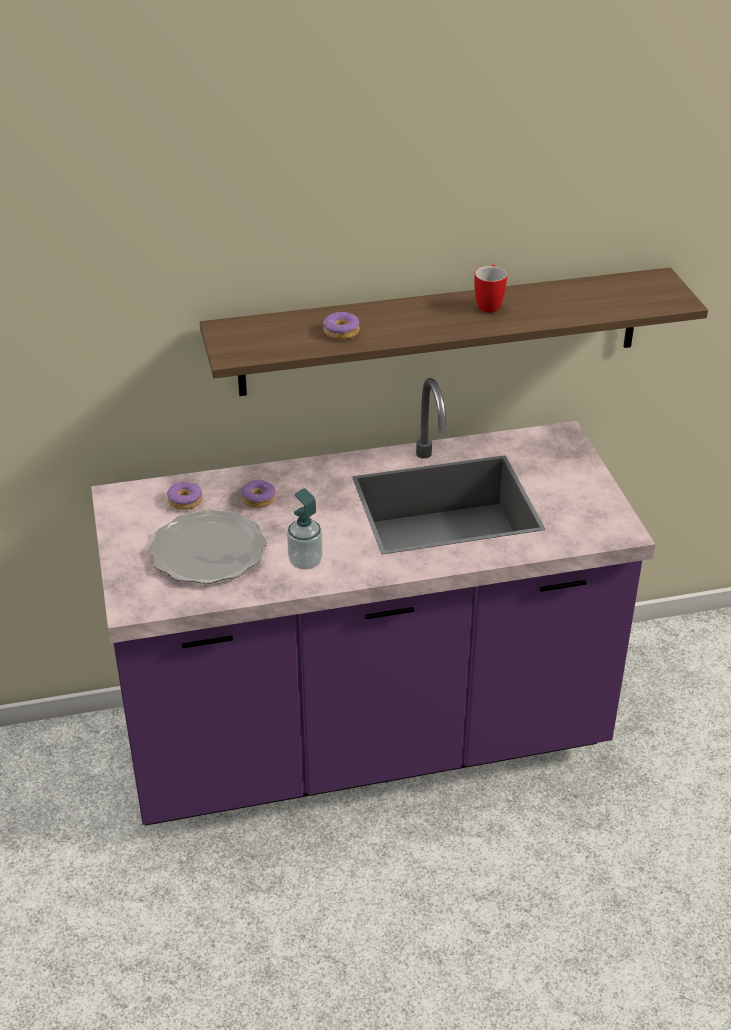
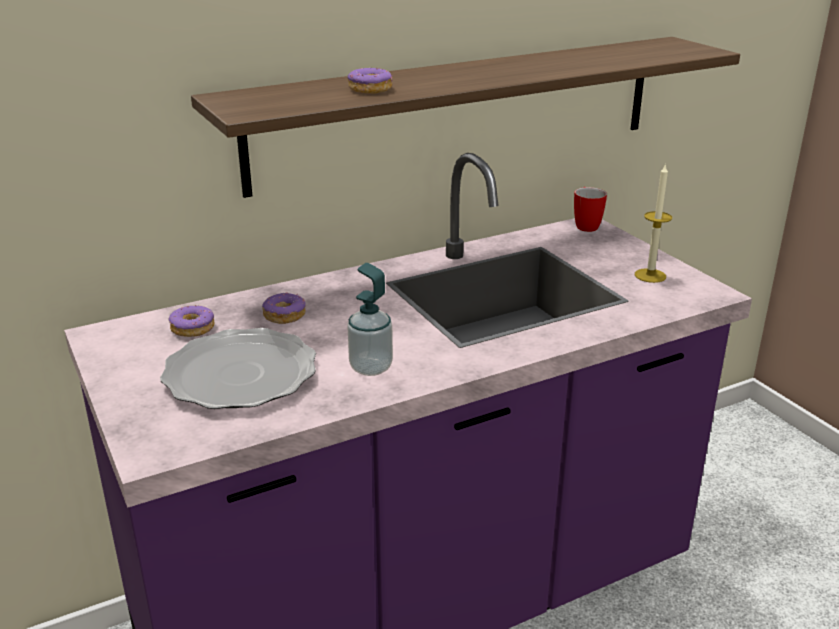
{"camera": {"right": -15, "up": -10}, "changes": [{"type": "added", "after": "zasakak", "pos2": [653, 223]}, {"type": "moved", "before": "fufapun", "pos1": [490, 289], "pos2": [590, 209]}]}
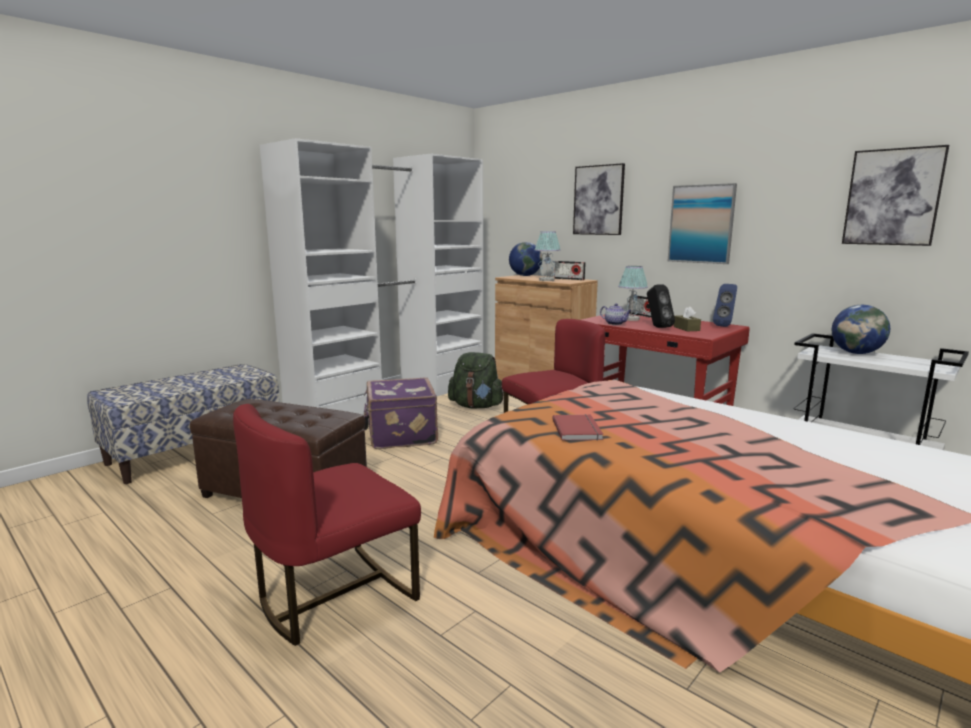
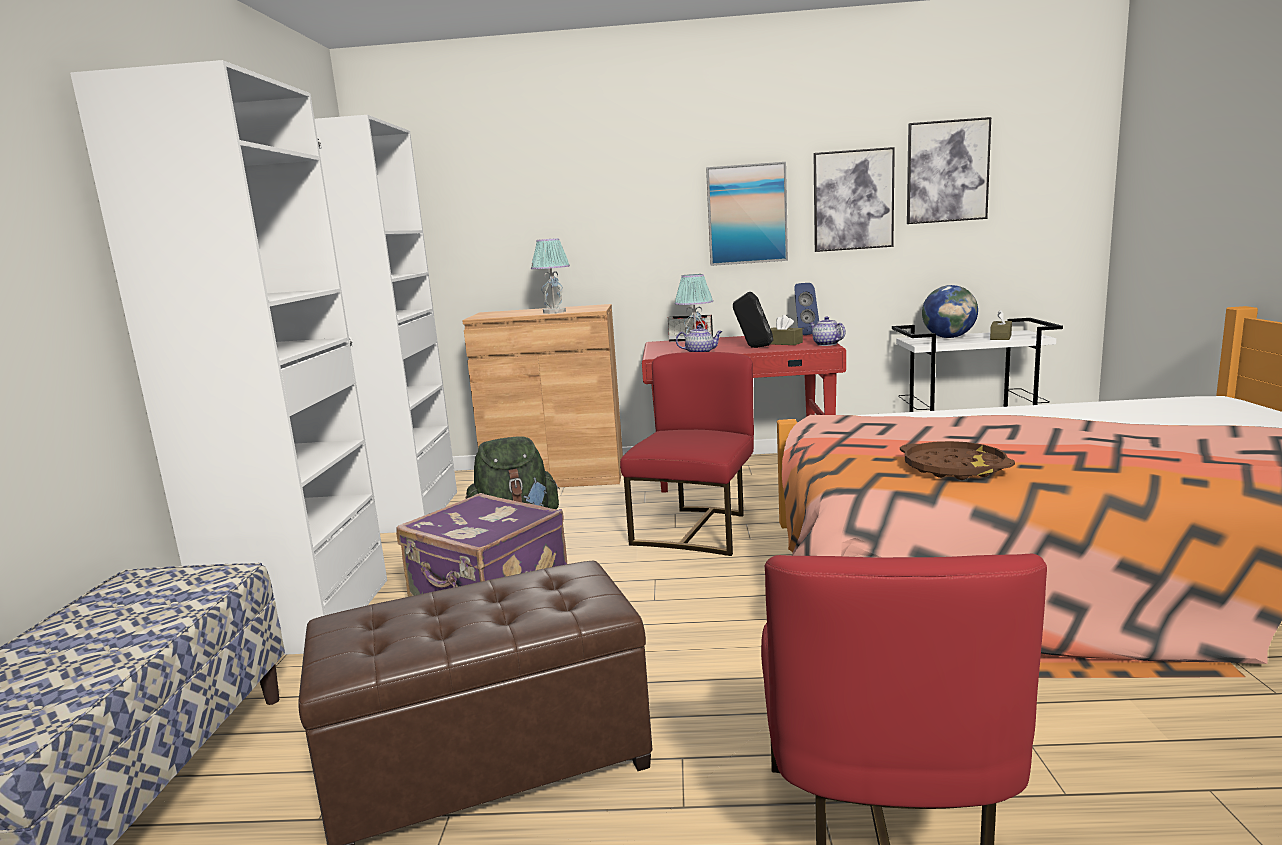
{"camera": {"right": -40, "up": 0}, "changes": [{"type": "removed", "before": "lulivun", "pos1": [525, 259]}, {"type": "removed", "before": "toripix", "pos1": [569, 270]}, {"type": "added", "after": "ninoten", "pos2": [827, 331]}, {"type": "added", "after": "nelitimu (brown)", "pos2": [1001, 324]}, {"type": "moved", "before": "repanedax", "pos1": [599, 199], "pos2": [854, 199]}, {"type": "replaced", "before": "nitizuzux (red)", "after": "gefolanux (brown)", "pos1": [578, 427], "pos2": [957, 460]}]}
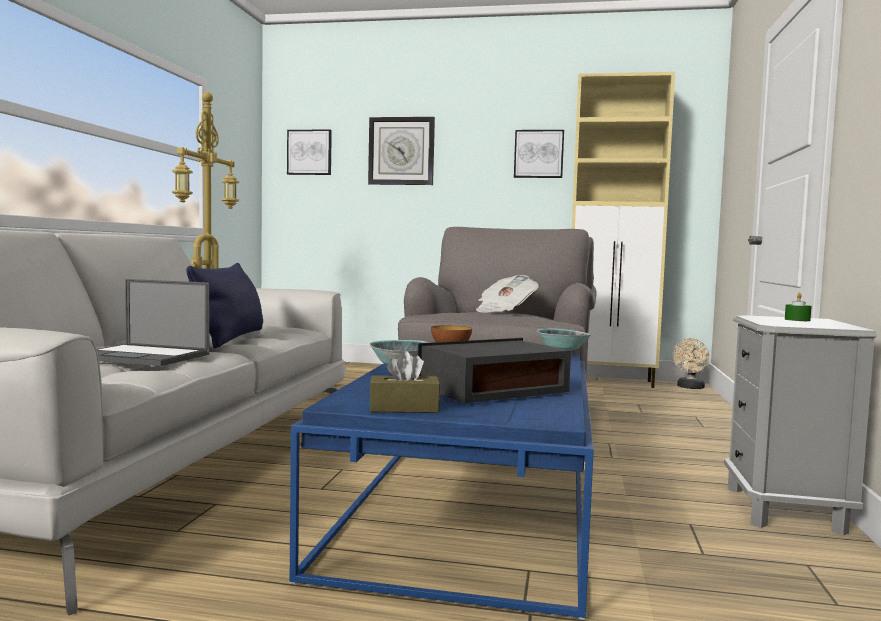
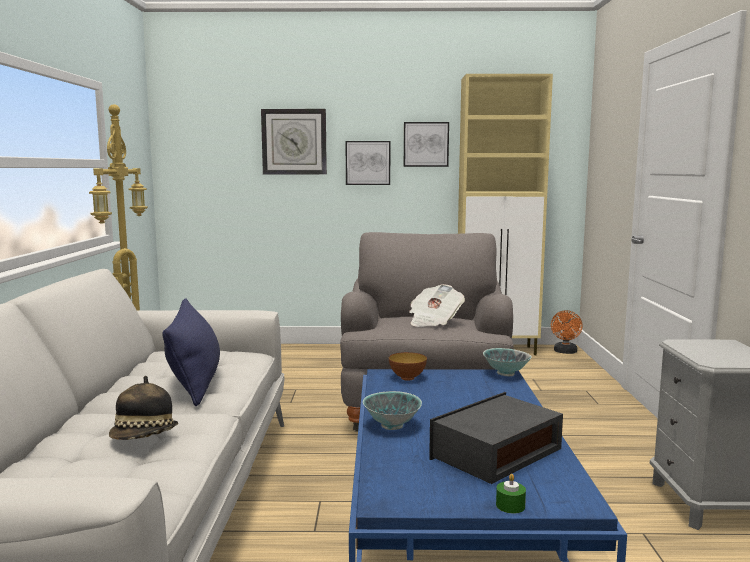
{"camera": {"right": -10, "up": 5}, "changes": [{"type": "removed", "before": "nelitimu (brown)", "pos1": [404, 382]}, {"type": "moved", "before": "repanedax", "pos1": [309, 152], "pos2": [368, 163]}, {"type": "moved", "before": "zasakak (green)", "pos1": [798, 306], "pos2": [511, 493]}, {"type": "replaced", "before": "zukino", "after": "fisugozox", "pos1": [153, 322], "pos2": [143, 408]}, {"type": "recoloured", "before": "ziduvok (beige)", "after": "ziduvok (orange)", "pos1": [691, 363], "pos2": [567, 332]}]}
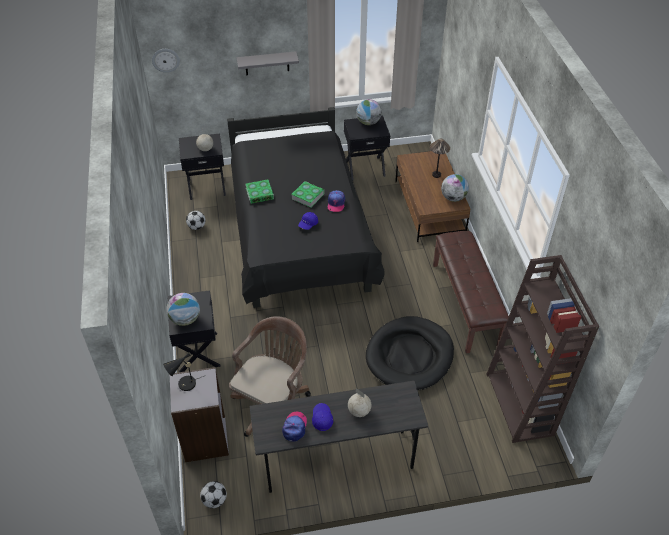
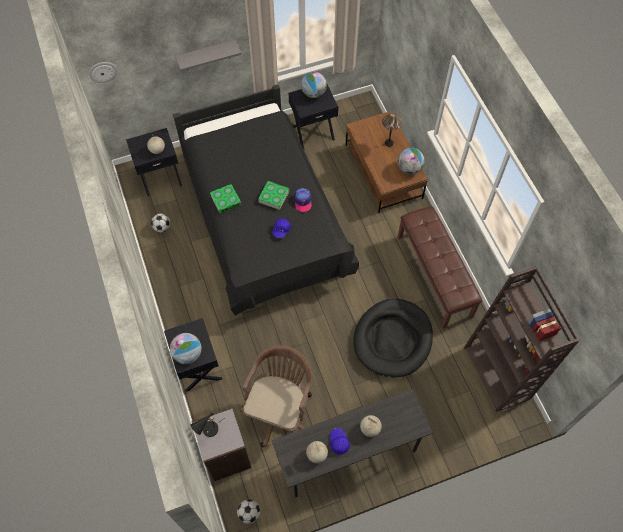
{"camera": {"right": -10, "up": 15}, "changes": [{"type": "replaced", "before": "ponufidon", "after": "lulivun", "pos1": [294, 427], "pos2": [317, 452]}]}
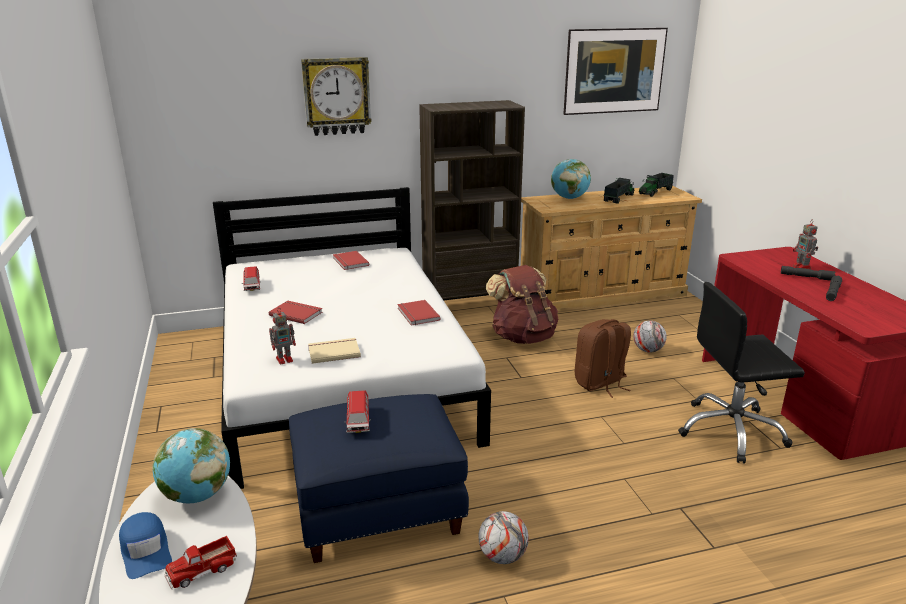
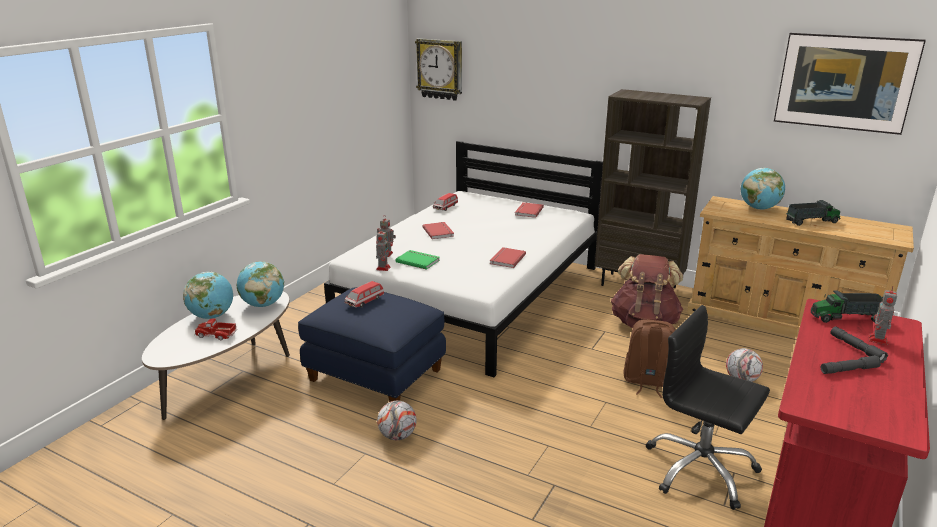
{"camera": {"right": 45, "up": 0}, "changes": [{"type": "added", "after": "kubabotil", "pos2": [383, 249]}, {"type": "moved", "before": "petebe", "pos1": [336, 96], "pos2": [438, 69]}, {"type": "moved", "before": "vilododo", "pos1": [656, 185], "pos2": [847, 306]}, {"type": "replaced", "before": "ponufidon (blue)", "after": "lulivun", "pos1": [145, 545], "pos2": [208, 295]}, {"type": "recoloured", "before": "nitizuzux (beige)", "after": "nitizuzux (green)", "pos1": [334, 351], "pos2": [418, 260]}]}
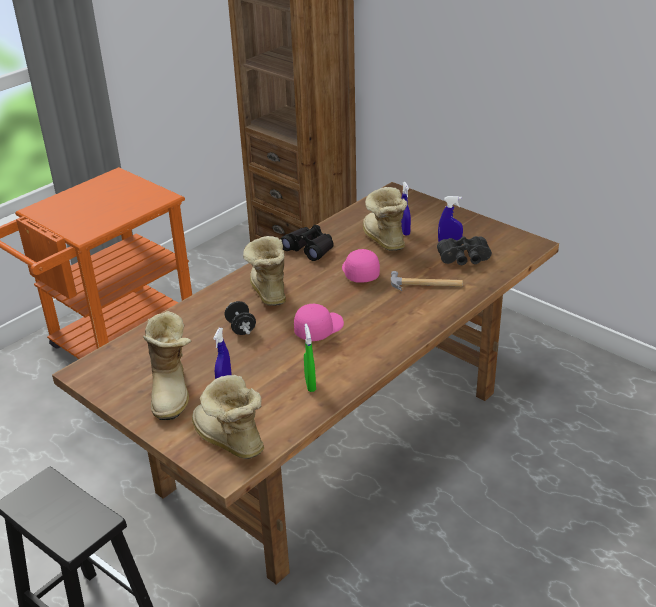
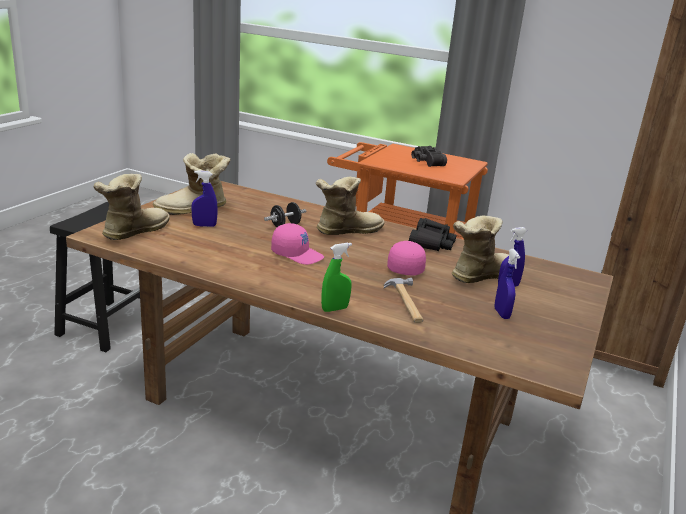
{"camera": {"right": 70, "up": -10}, "changes": [{"type": "moved", "before": "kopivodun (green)", "pos1": [310, 357], "pos2": [336, 277]}, {"type": "moved", "before": "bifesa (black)", "pos1": [464, 250], "pos2": [429, 156]}, {"type": "turned", "before": "ponufidon (pink)", "pos1": [361, 266], "pos2": [406, 258], "turn": -45}]}
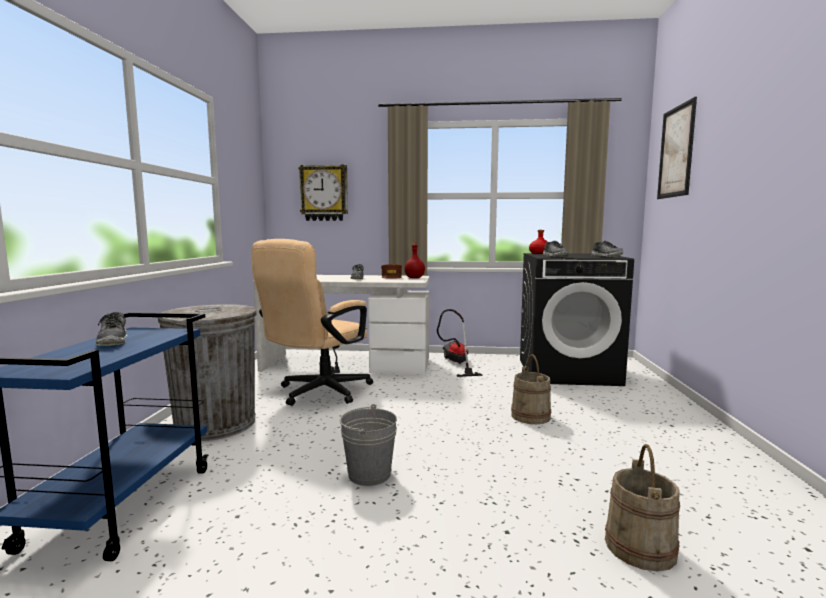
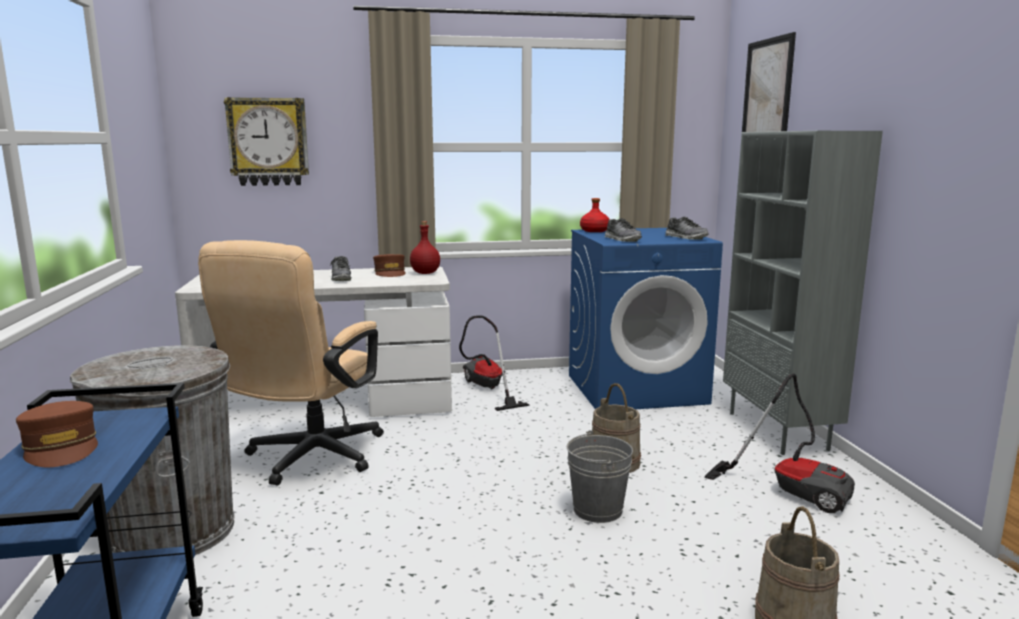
{"camera": {"right": -15, "up": 5}, "changes": [{"type": "added", "after": "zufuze", "pos2": [780, 443]}, {"type": "added", "after": "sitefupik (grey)", "pos2": [803, 293]}, {"type": "moved", "before": "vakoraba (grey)", "pos1": [368, 445], "pos2": [600, 476]}, {"type": "replaced", "before": "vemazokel", "after": "ponufidon (brown)", "pos1": [111, 329], "pos2": [57, 434]}, {"type": "recoloured", "before": "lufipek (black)", "after": "lufipek (blue)", "pos1": [577, 319], "pos2": [646, 318]}]}
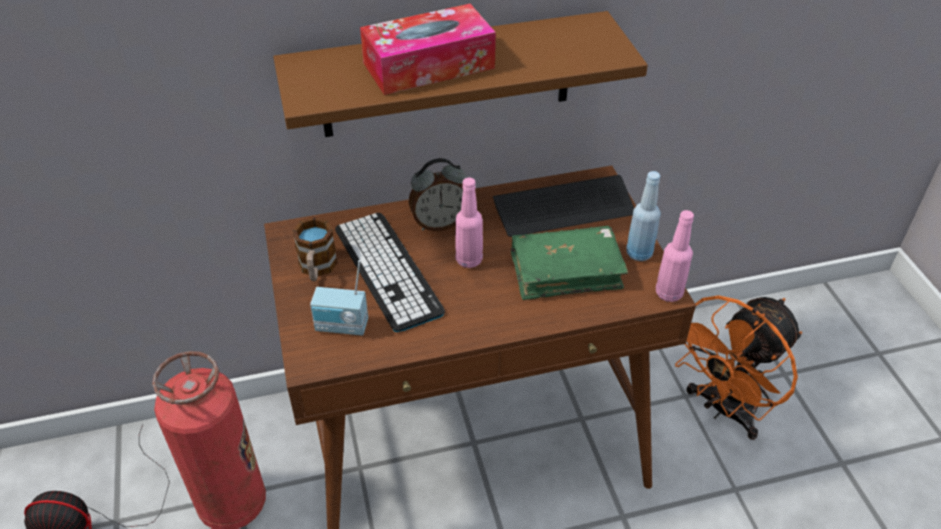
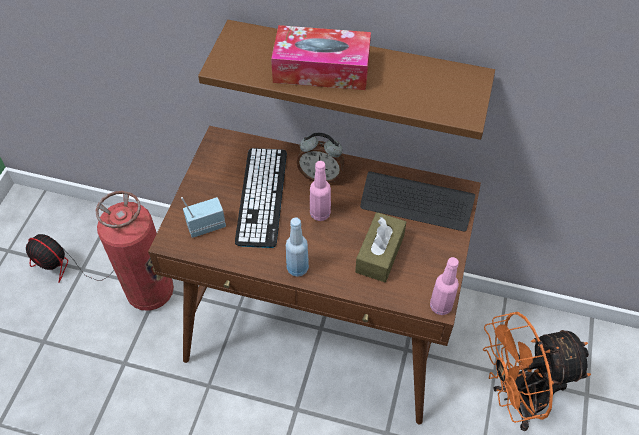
{"camera": {"right": 30, "up": 10}, "changes": [{"type": "removed", "before": "fufapun", "pos1": [315, 249]}, {"type": "moved", "before": "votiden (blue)", "pos1": [643, 216], "pos2": [297, 247]}, {"type": "replaced", "before": "nitizuzux (green)", "after": "nelitimu (brown)", "pos1": [569, 263], "pos2": [380, 247]}, {"type": "turned", "before": "toripix", "pos1": [339, 297], "pos2": [203, 217], "turn": 120}]}
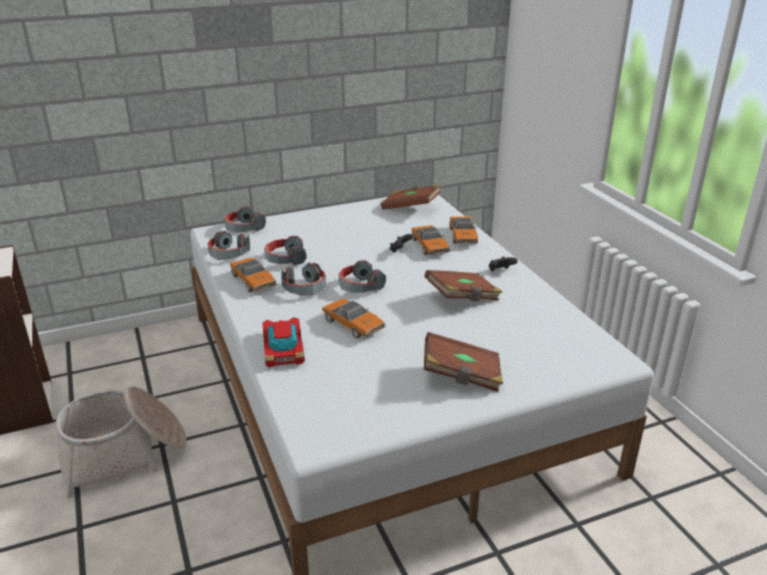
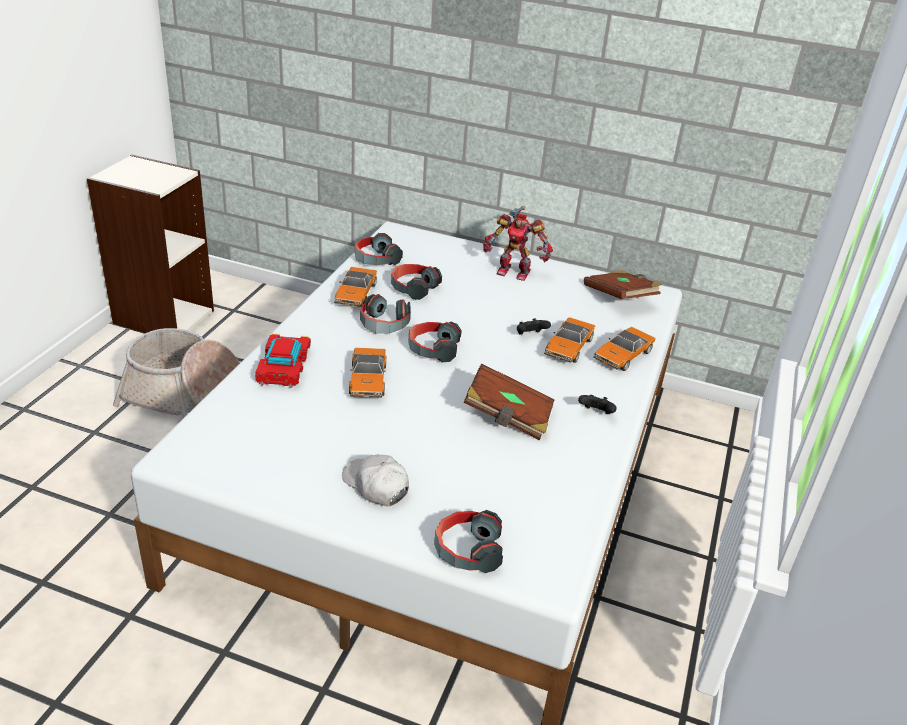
{"camera": {"right": 40, "up": 5}, "changes": [{"type": "added", "after": "kubabotil", "pos2": [518, 243]}, {"type": "moved", "before": "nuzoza", "pos1": [245, 219], "pos2": [468, 541]}, {"type": "replaced", "before": "nitizuzux (brown)", "after": "ponufidon (white)", "pos1": [463, 362], "pos2": [375, 480]}, {"type": "turned", "before": "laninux", "pos1": [283, 342], "pos2": [283, 360], "turn": 150}]}
